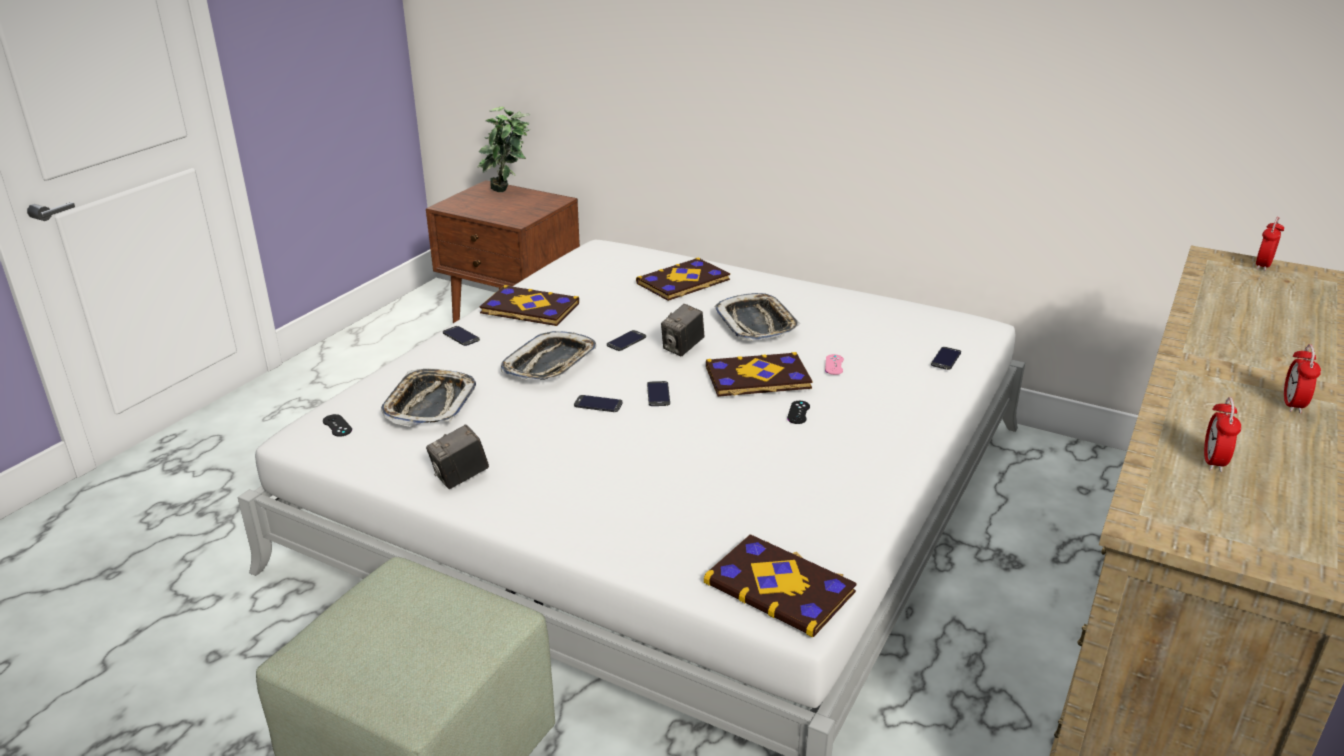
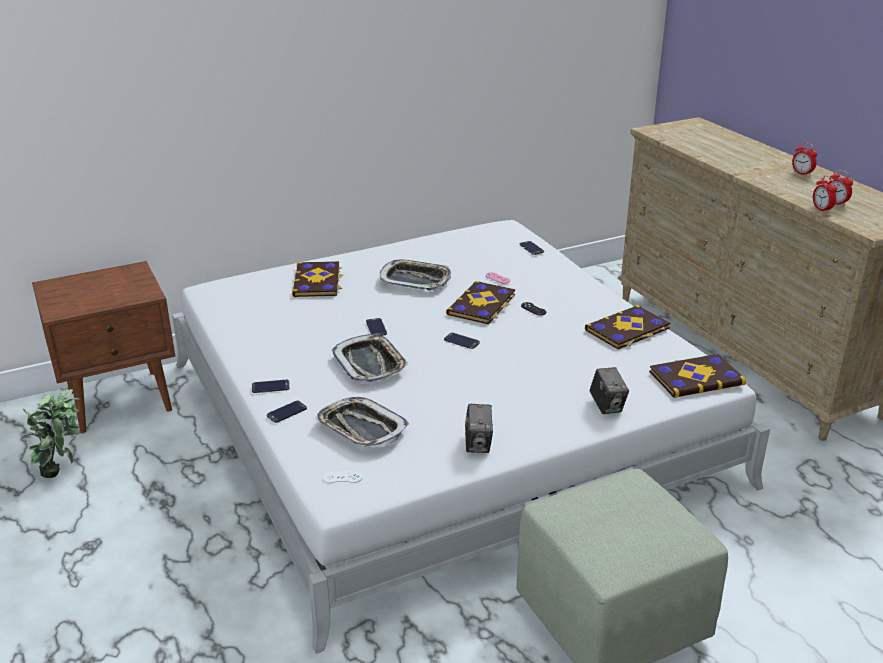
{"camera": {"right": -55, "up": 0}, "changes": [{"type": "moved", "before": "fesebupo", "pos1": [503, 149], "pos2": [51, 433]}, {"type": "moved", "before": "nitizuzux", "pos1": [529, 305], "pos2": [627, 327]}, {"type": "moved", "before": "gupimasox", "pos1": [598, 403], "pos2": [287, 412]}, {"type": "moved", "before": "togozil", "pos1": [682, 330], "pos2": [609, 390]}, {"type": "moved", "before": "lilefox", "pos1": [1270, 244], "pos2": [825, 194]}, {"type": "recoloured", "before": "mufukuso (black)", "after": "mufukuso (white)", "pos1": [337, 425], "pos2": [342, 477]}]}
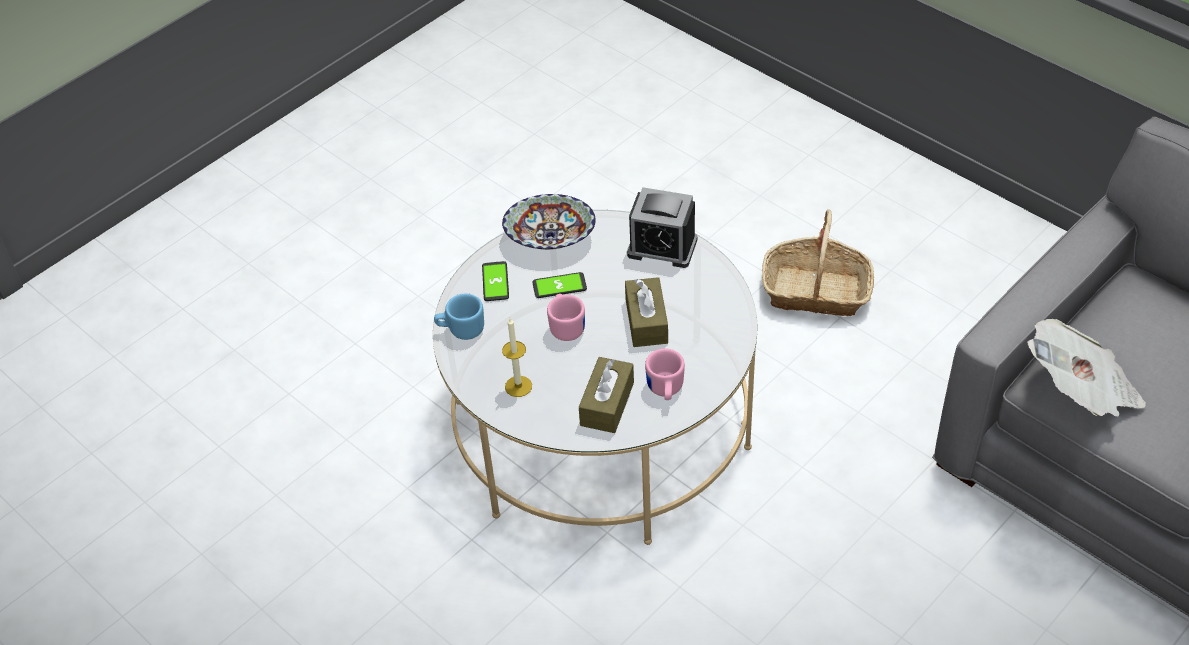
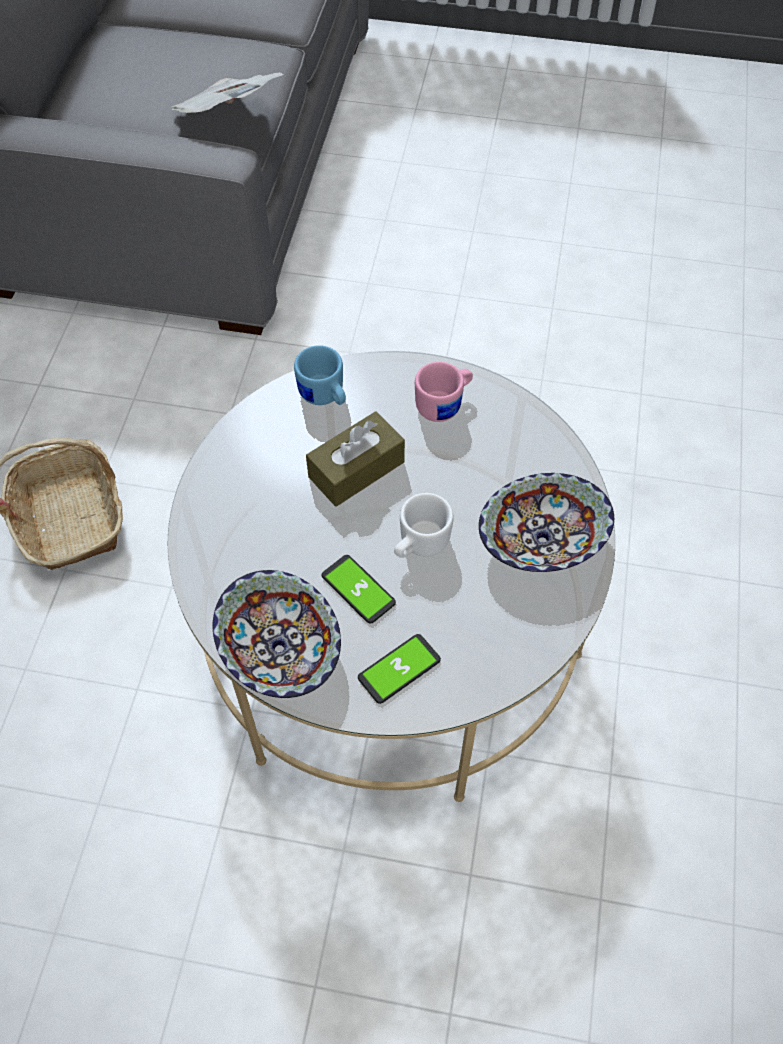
{"camera": {"right": -125, "up": 10}, "changes": [{"type": "removed", "before": "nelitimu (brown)", "pos1": [606, 395]}, {"type": "removed", "before": "lilefox", "pos1": [662, 227]}, {"type": "moved", "before": "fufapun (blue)", "pos1": [459, 317], "pos2": [320, 375]}, {"type": "replaced", "before": "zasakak", "after": "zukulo", "pos1": [517, 357], "pos2": [546, 522]}, {"type": "recoloured", "before": "fufapun (pink)", "after": "fufapun (white)", "pos1": [566, 317], "pos2": [424, 525]}]}
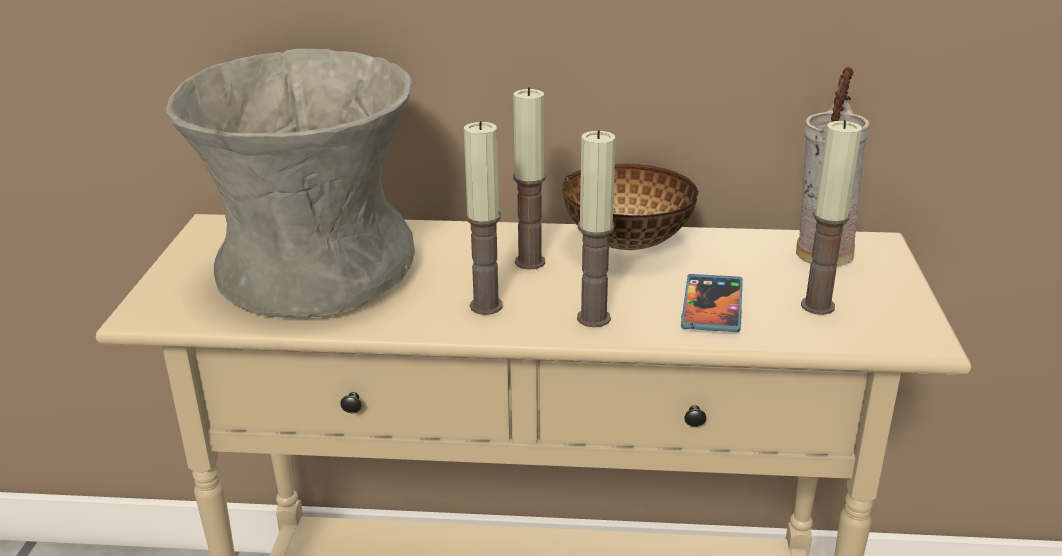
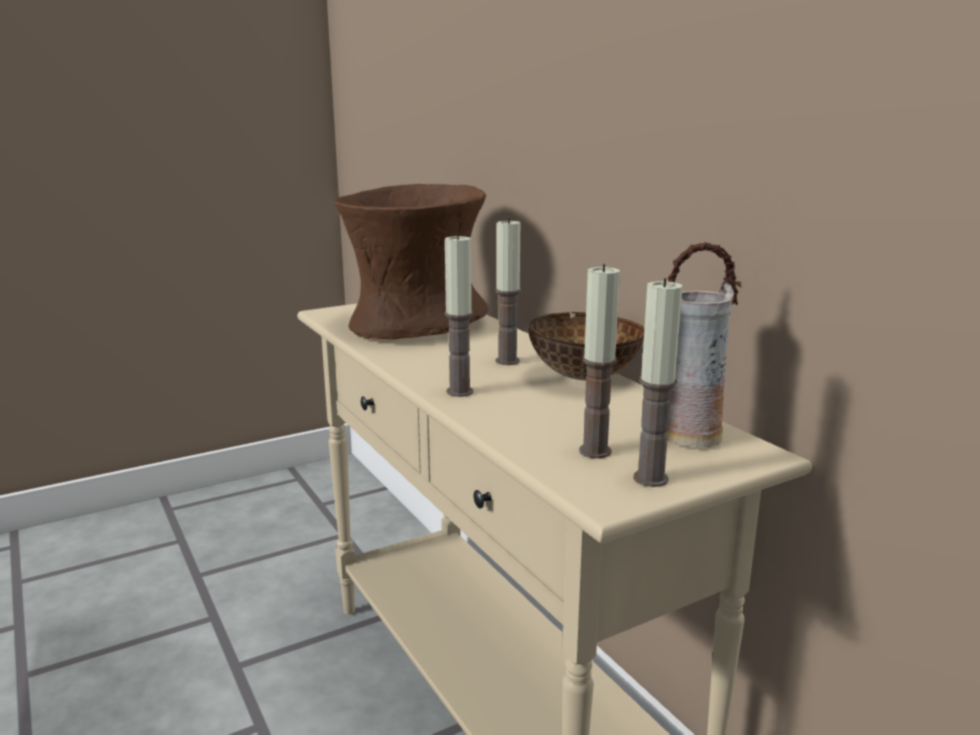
{"camera": {"right": 55, "up": -10}, "changes": [{"type": "removed", "before": "gupimasox", "pos1": [712, 303]}, {"type": "moved", "before": "zasakak", "pos1": [483, 218], "pos2": [658, 382]}, {"type": "recoloured", "before": "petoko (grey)", "after": "petoko (brown)", "pos1": [290, 183], "pos2": [410, 261]}]}
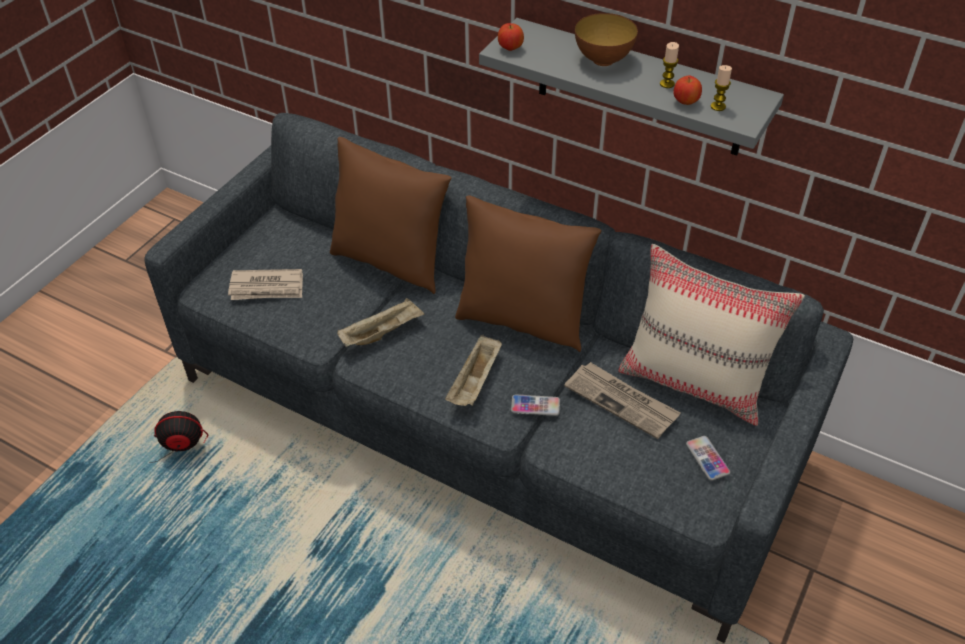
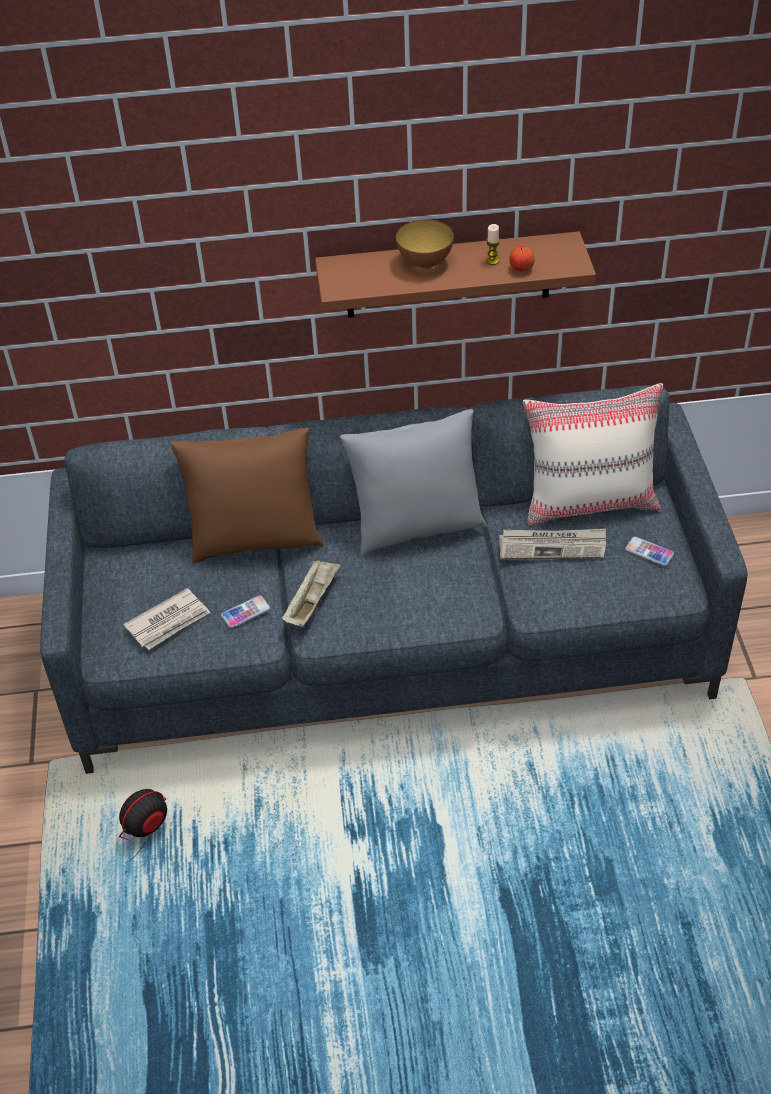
{"camera": {"right": -35, "up": 0}, "changes": [{"type": "removed", "before": "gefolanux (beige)", "pos1": [473, 370]}, {"type": "removed", "before": "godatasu", "pos1": [511, 37]}, {"type": "removed", "before": "zasakak", "pos1": [721, 88]}, {"type": "moved", "before": "gupimasox", "pos1": [535, 405], "pos2": [245, 611]}, {"type": "recoloured", "before": "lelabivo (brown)", "after": "lelabivo (grey)", "pos1": [528, 273], "pos2": [413, 482]}, {"type": "recoloured", "before": "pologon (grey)", "after": "pologon (brown)", "pos1": [631, 87], "pos2": [455, 274]}]}
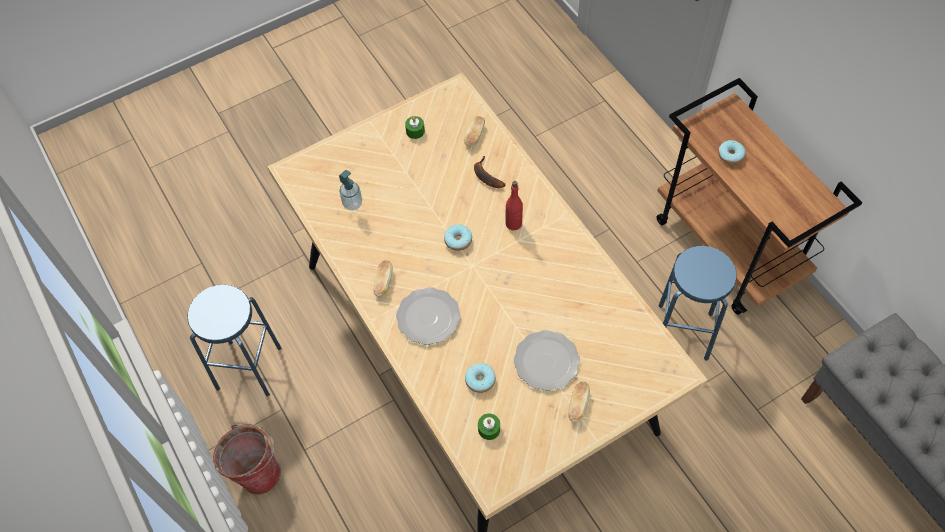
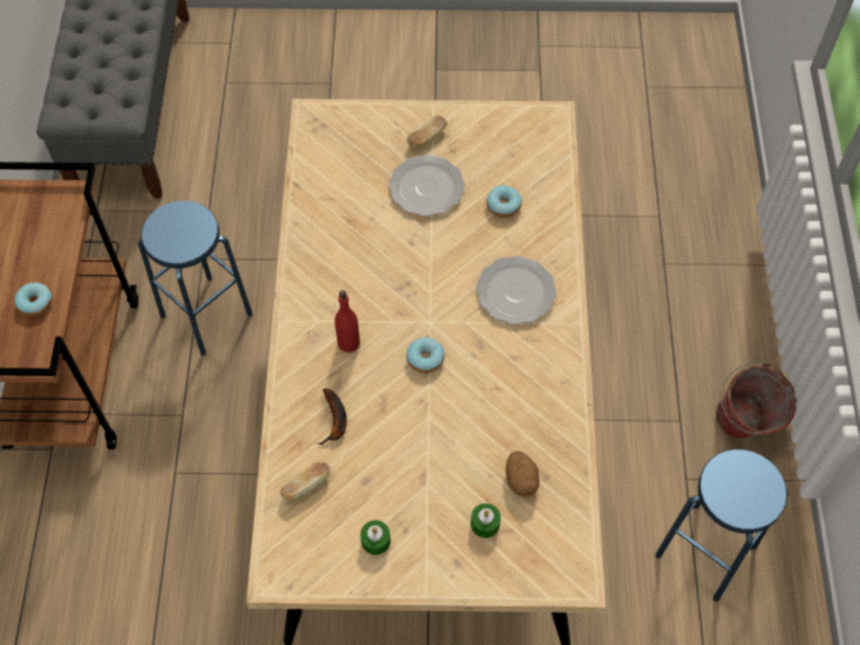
{"camera": {"right": -150, "up": 0}, "changes": [{"type": "removed", "before": "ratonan", "pos1": [383, 278]}, {"type": "moved", "before": "zasakak (green)", "pos1": [489, 426], "pos2": [486, 520]}, {"type": "replaced", "before": "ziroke", "after": "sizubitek", "pos1": [350, 190], "pos2": [522, 473]}]}
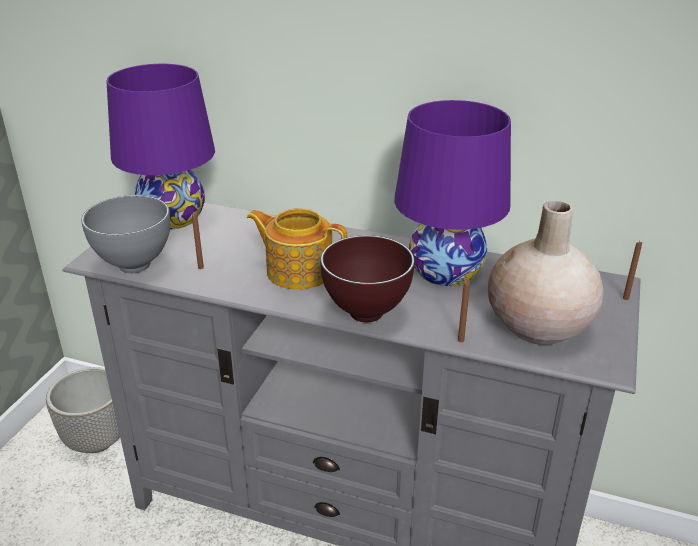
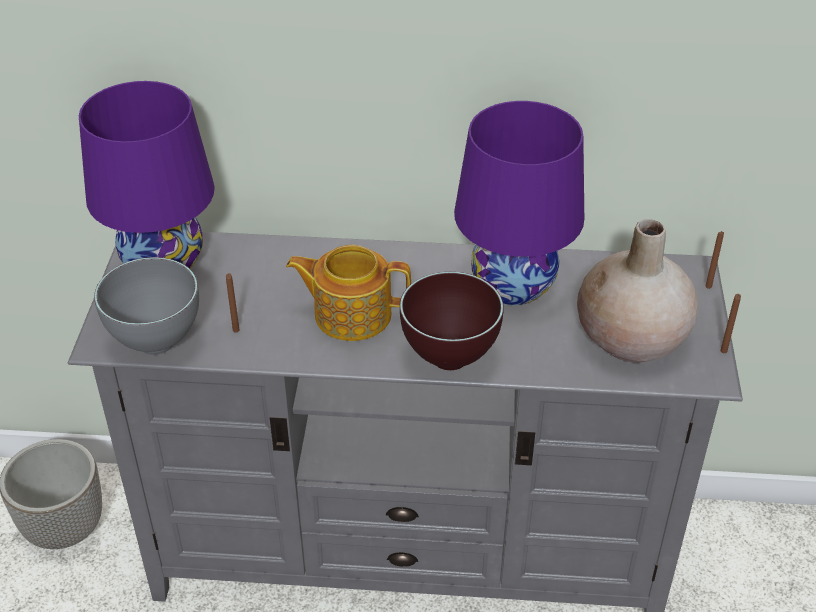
{"camera": {"right": -15, "up": 10}, "changes": [{"type": "moved", "before": "zasakak (brown)", "pos1": [464, 311], "pos2": [730, 323]}]}
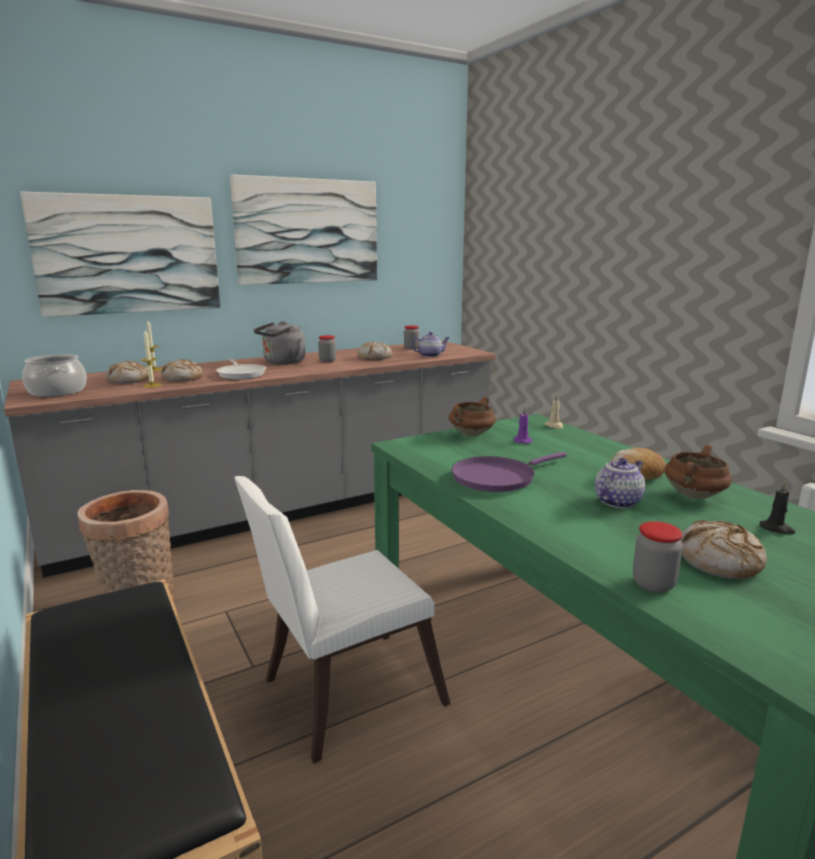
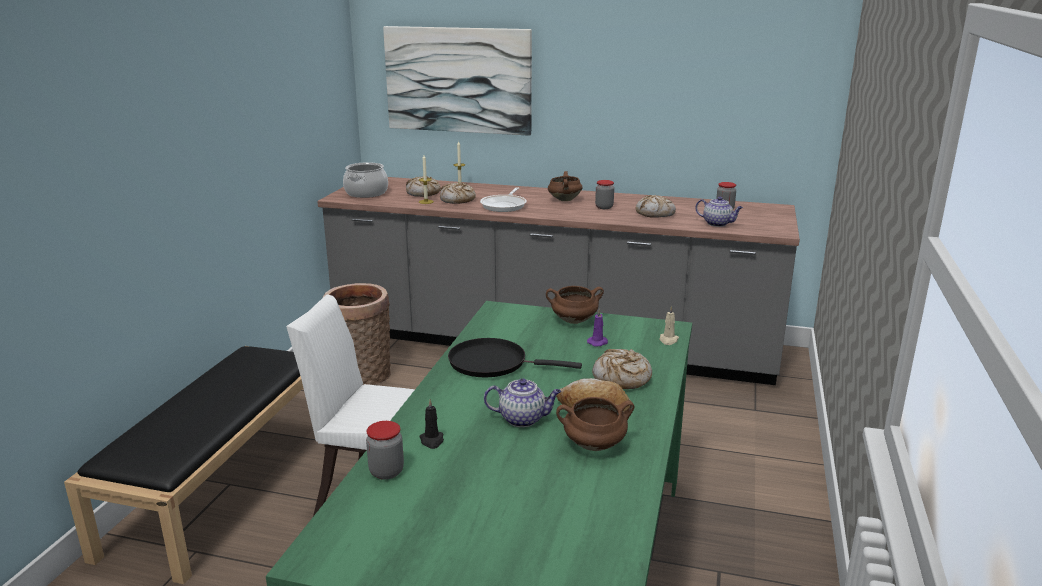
{"camera": {"right": 45, "up": 5}, "changes": [{"type": "removed", "before": "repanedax", "pos1": [303, 229]}, {"type": "moved", "before": "ratonan", "pos1": [723, 549], "pos2": [622, 369]}, {"type": "moved", "before": "zasakak (black)", "pos1": [778, 508], "pos2": [431, 424]}, {"type": "replaced", "before": "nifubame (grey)", "after": "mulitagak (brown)", "pos1": [279, 342], "pos2": [565, 186]}, {"type": "recoloured", "before": "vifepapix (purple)", "after": "vifepapix (black)", "pos1": [509, 472], "pos2": [515, 357]}]}
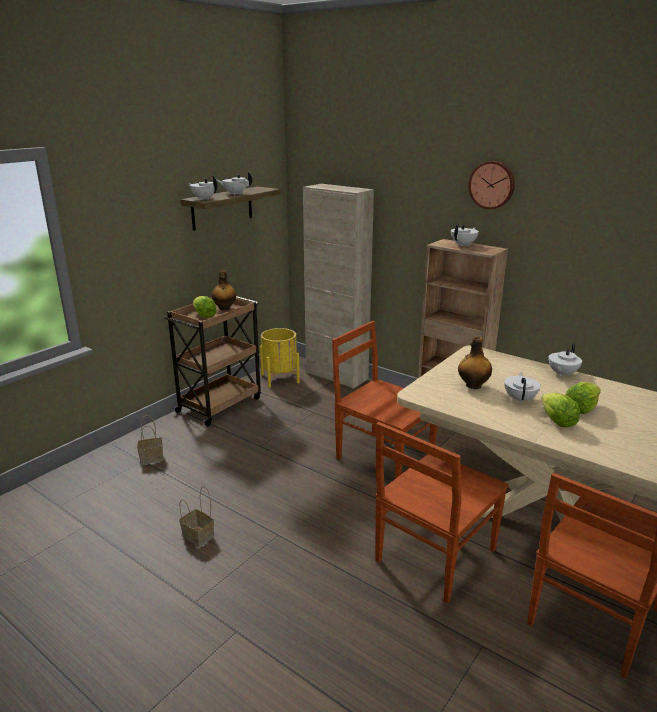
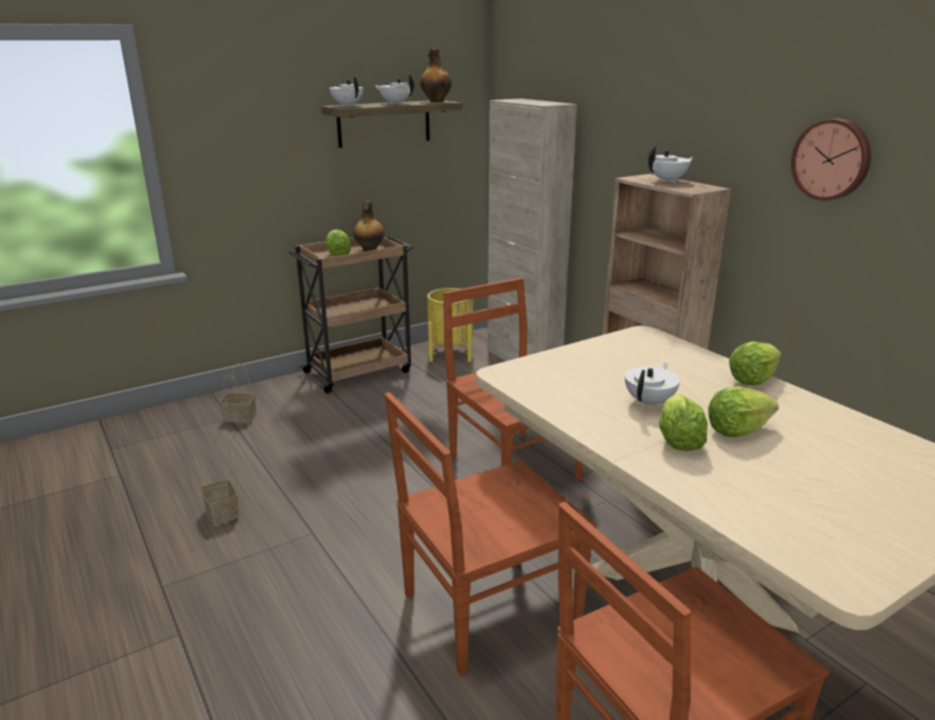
{"camera": {"right": 20, "up": 0}, "changes": [{"type": "moved", "before": "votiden", "pos1": [475, 362], "pos2": [436, 75]}, {"type": "moved", "before": "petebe", "pos1": [491, 185], "pos2": [831, 160]}, {"type": "replaced", "before": "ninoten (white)", "after": "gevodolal", "pos1": [565, 360], "pos2": [755, 363]}]}
